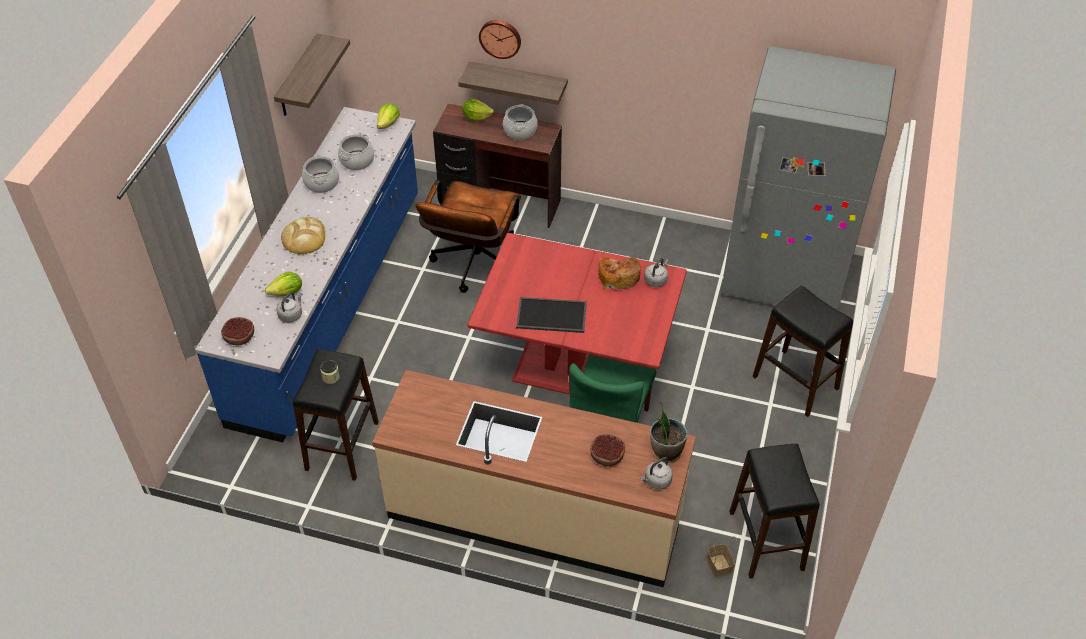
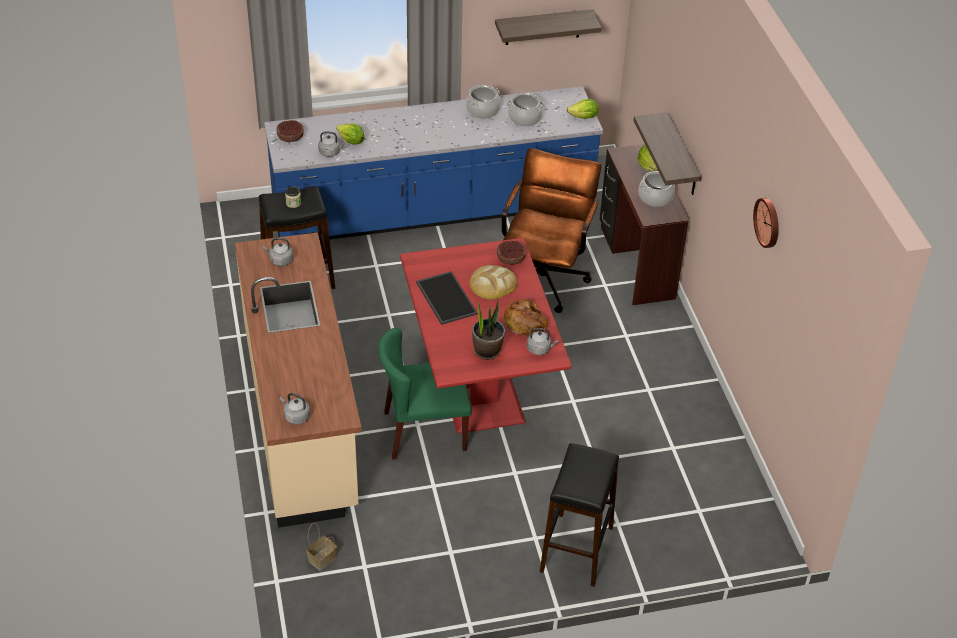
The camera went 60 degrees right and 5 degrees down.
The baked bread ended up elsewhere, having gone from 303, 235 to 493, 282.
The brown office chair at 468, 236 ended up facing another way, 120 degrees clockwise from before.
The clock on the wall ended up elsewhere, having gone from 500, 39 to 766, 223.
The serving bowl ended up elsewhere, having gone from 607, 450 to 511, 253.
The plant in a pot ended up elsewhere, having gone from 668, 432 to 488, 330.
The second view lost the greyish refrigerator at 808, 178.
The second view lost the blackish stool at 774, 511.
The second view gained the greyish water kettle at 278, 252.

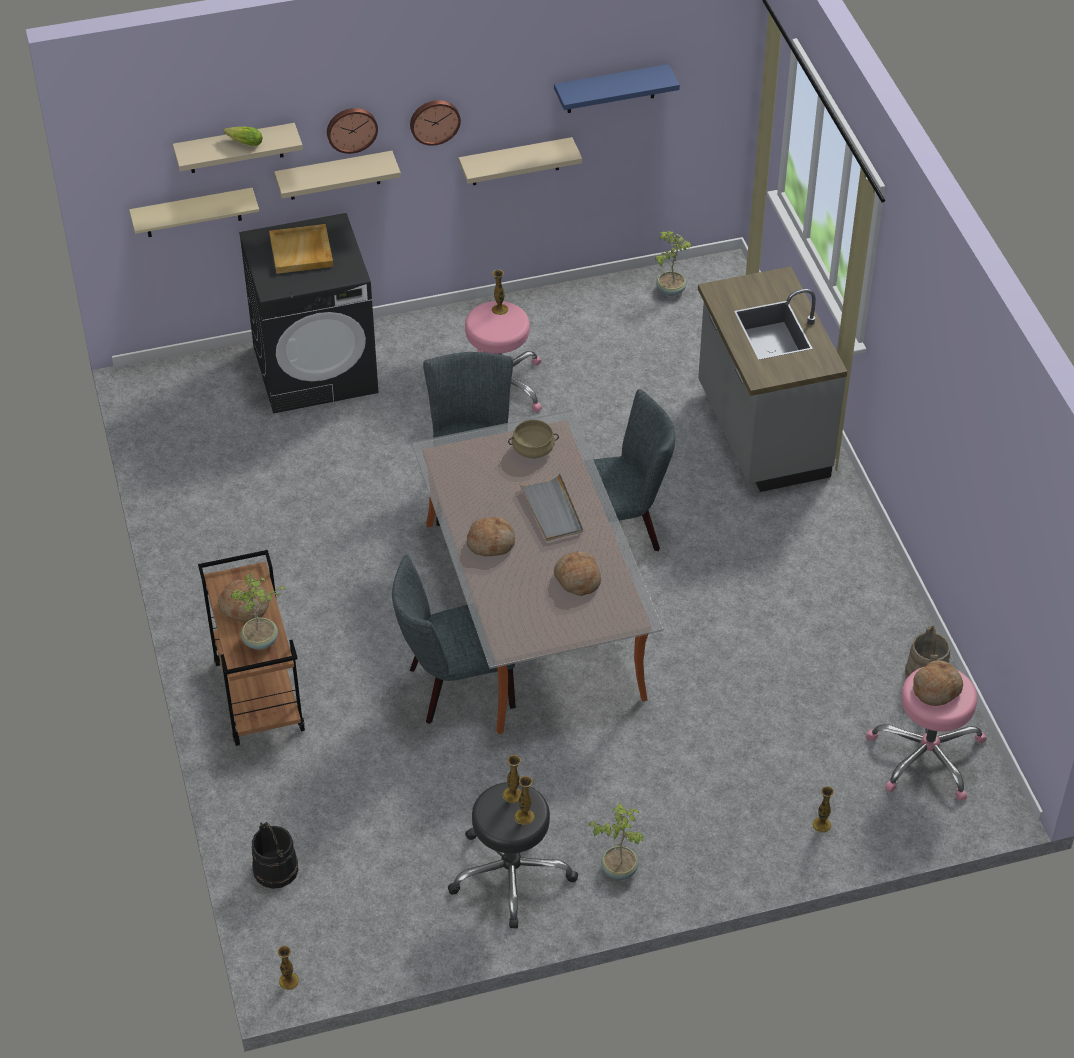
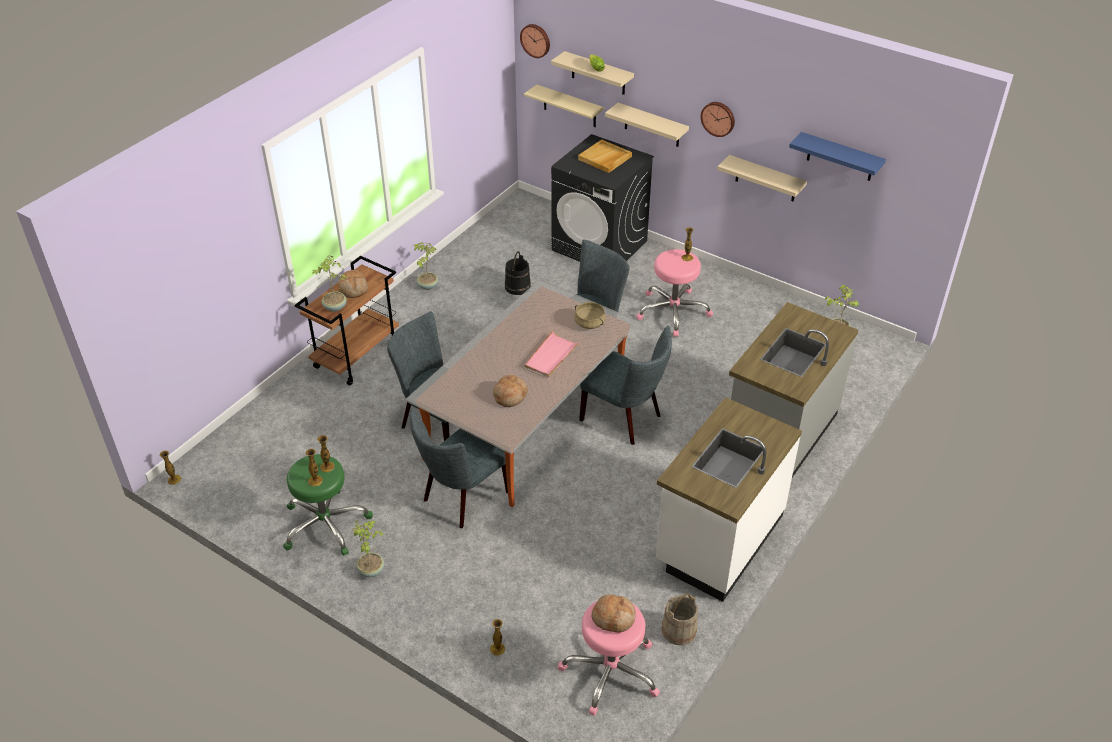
The camera went 50 degrees right and 5 degrees down.
The blackish bucket ended up elsewhere, having gone from 275, 855 to 518, 273.
The clock on the wall ended up elsewhere, having gone from 352, 131 to 535, 41.
What was the blackish stool at 513, 855 turned into the greenish stool at 328, 505.
The second view lost the baked bread at 491, 536.
What was the greyish carrying tray at 551, 507 turned into the pink carrying tray at 552, 354.
The second view gained the greyish plain chair at 459, 468.
The second view gained the plant in a pot at 425, 266.
The second view gained the white kitchen base unit at 729, 499.

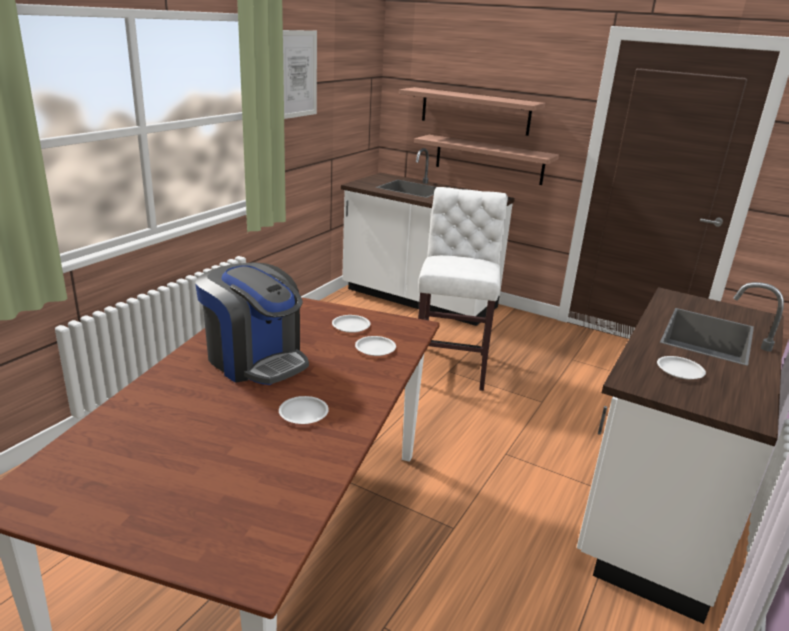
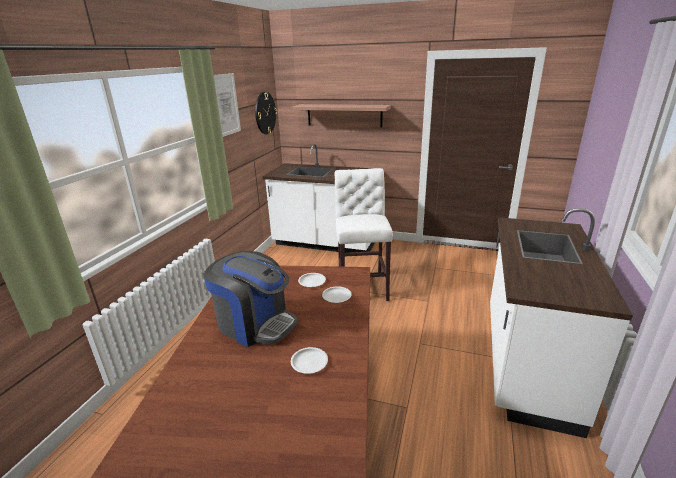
The camera went 10 degrees left and 0 degrees up.
The second view lost the shelf at 486, 160.
The second view lost the white plate at 681, 367.
The second view gained the clock on the wall at 266, 113.

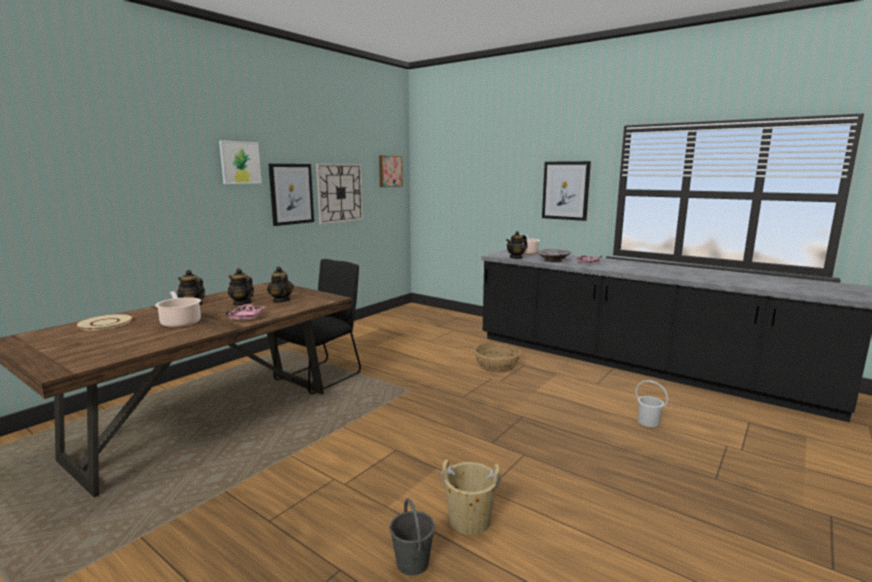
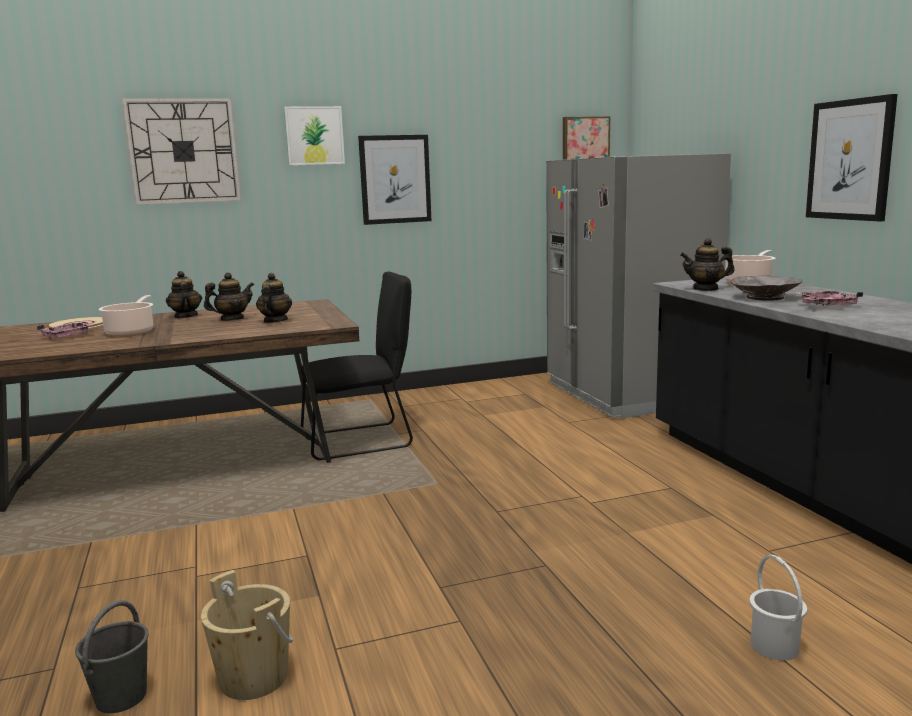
The camera went 35 degrees right and 0 degrees up.
The pink carrying tray ended up elsewhere, having gone from 246, 312 to 64, 330.
The teapot at 241, 287 ended up facing another way, 75 degrees clockwise from before.
The clock on the wall ended up elsewhere, having gone from 340, 194 to 181, 151.
The second view lost the storage basket at 497, 358.
The second view gained the greyish refrigerator at 638, 285.

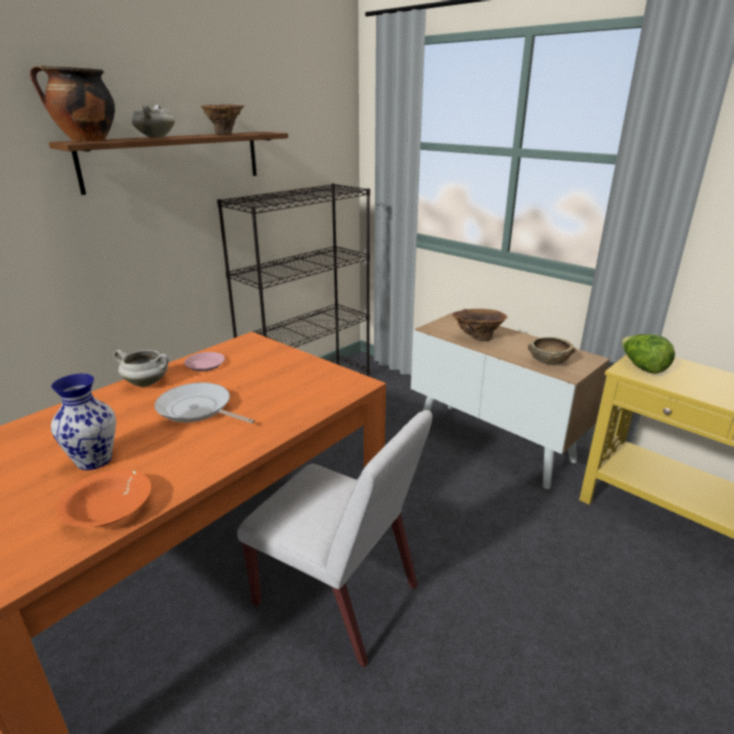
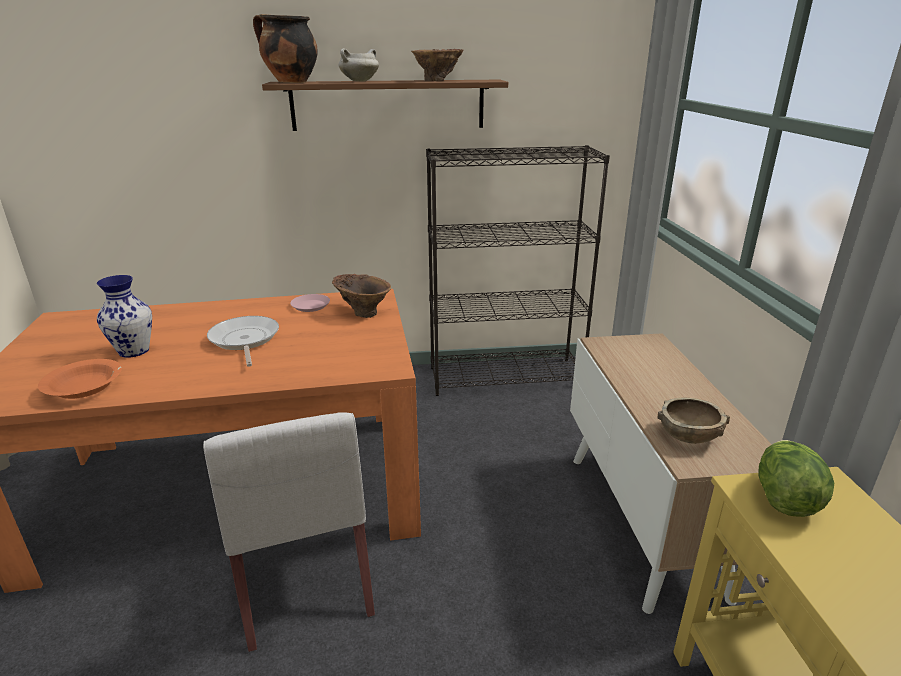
The camera went 40 degrees right and 0 degrees up.
The second view lost the white saucepot at 141, 368.
The brown vase ended up elsewhere, having gone from 480, 325 to 361, 296.

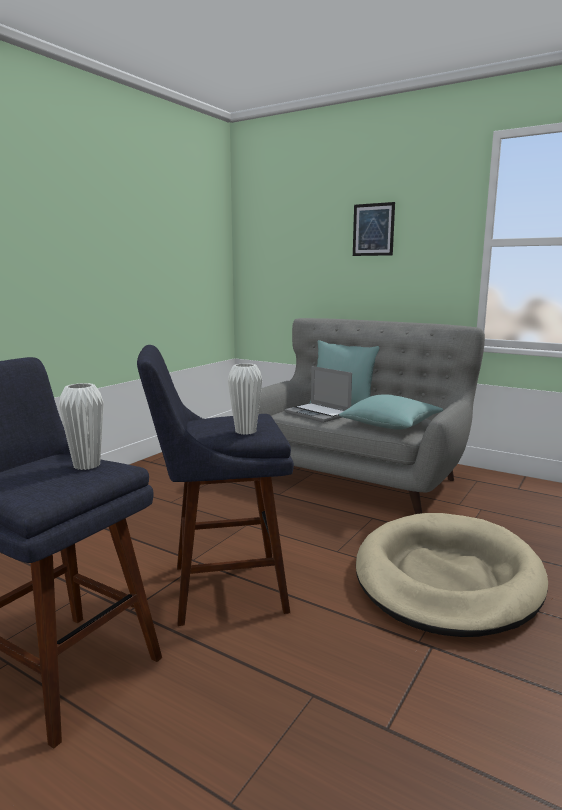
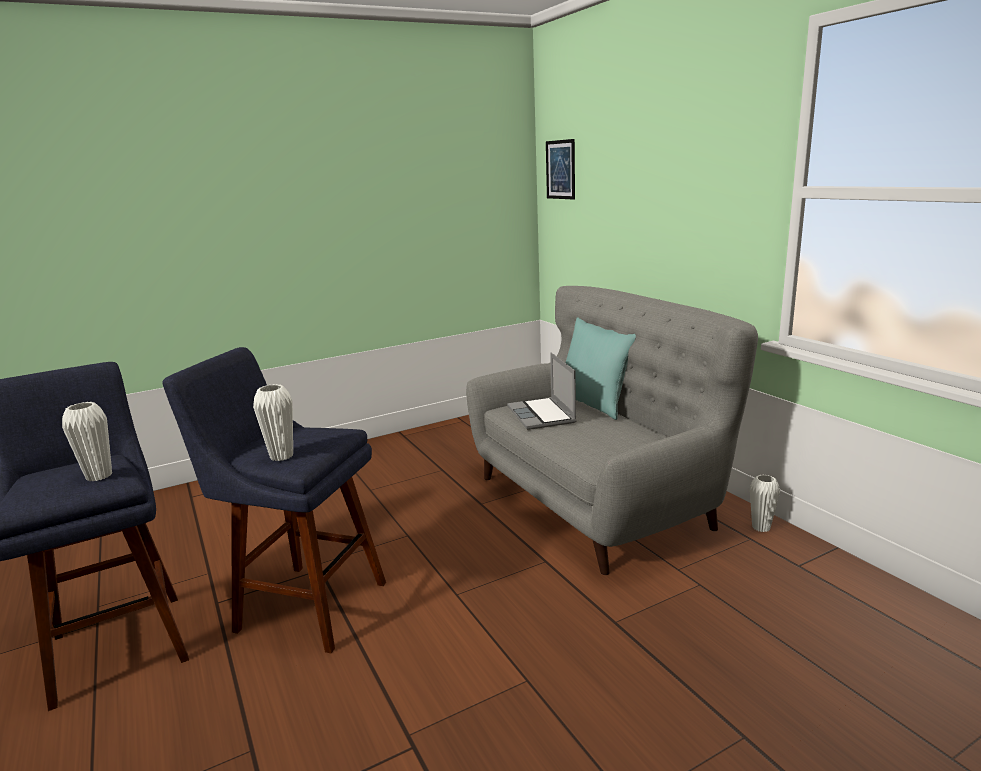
The camera went 30 degrees right and 5 degrees up.
The second view lost the blue-green cushion at 391, 412.
The wall picture ended up elsewhere, having gone from 374, 229 to 560, 169.
The second view lost the beige-coloured dog bed at 452, 575.
The second view gained the white vase at 765, 503.

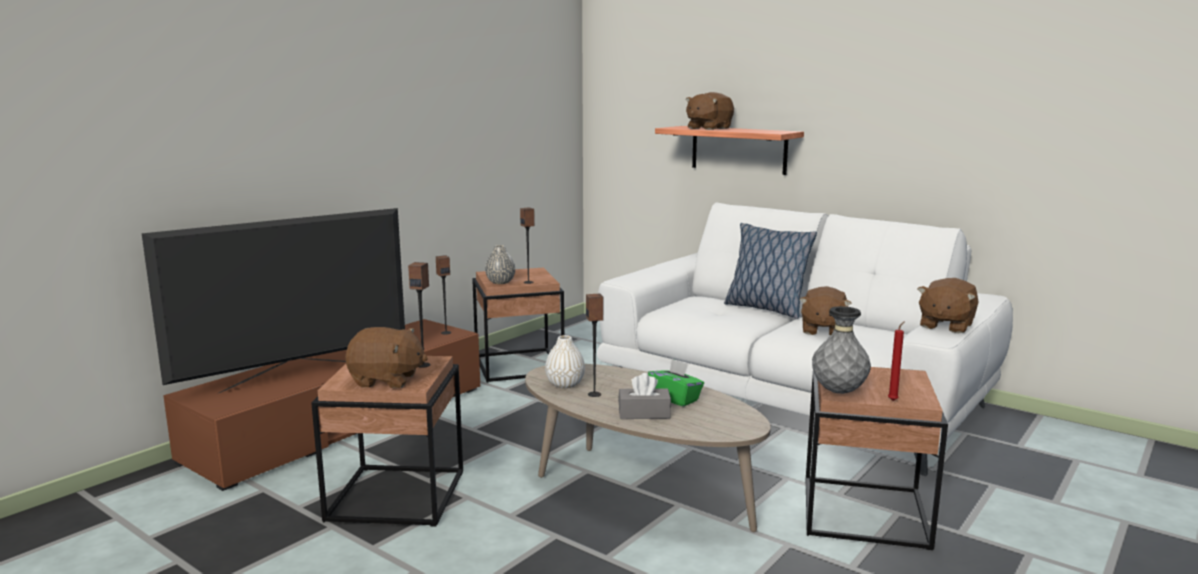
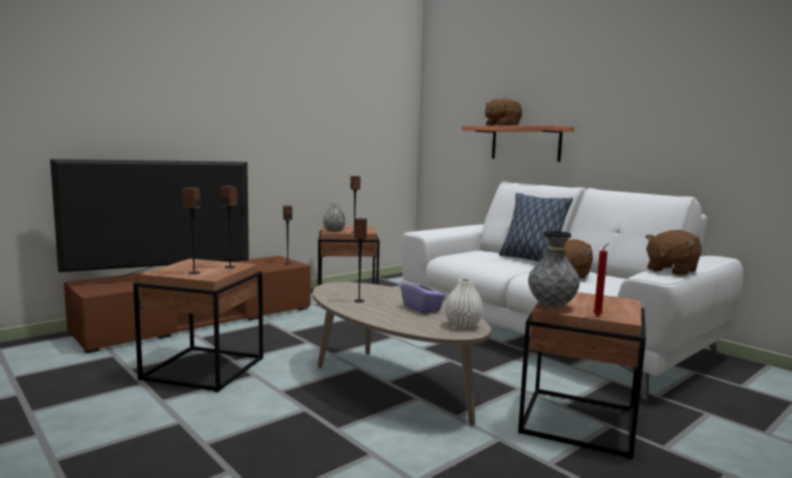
The camera went 10 degrees right and 5 degrees down.
Where the brown cuddly toy stood at 386, 357, the audio speaker came to stand at 191, 230.
The white vase ended up elsewhere, having gone from 565, 361 to 464, 303.
The second view lost the greyish tissue holder at 644, 396.
What was the greenish tissue holder at 676, 382 turned into the purple tissue holder at 423, 295.

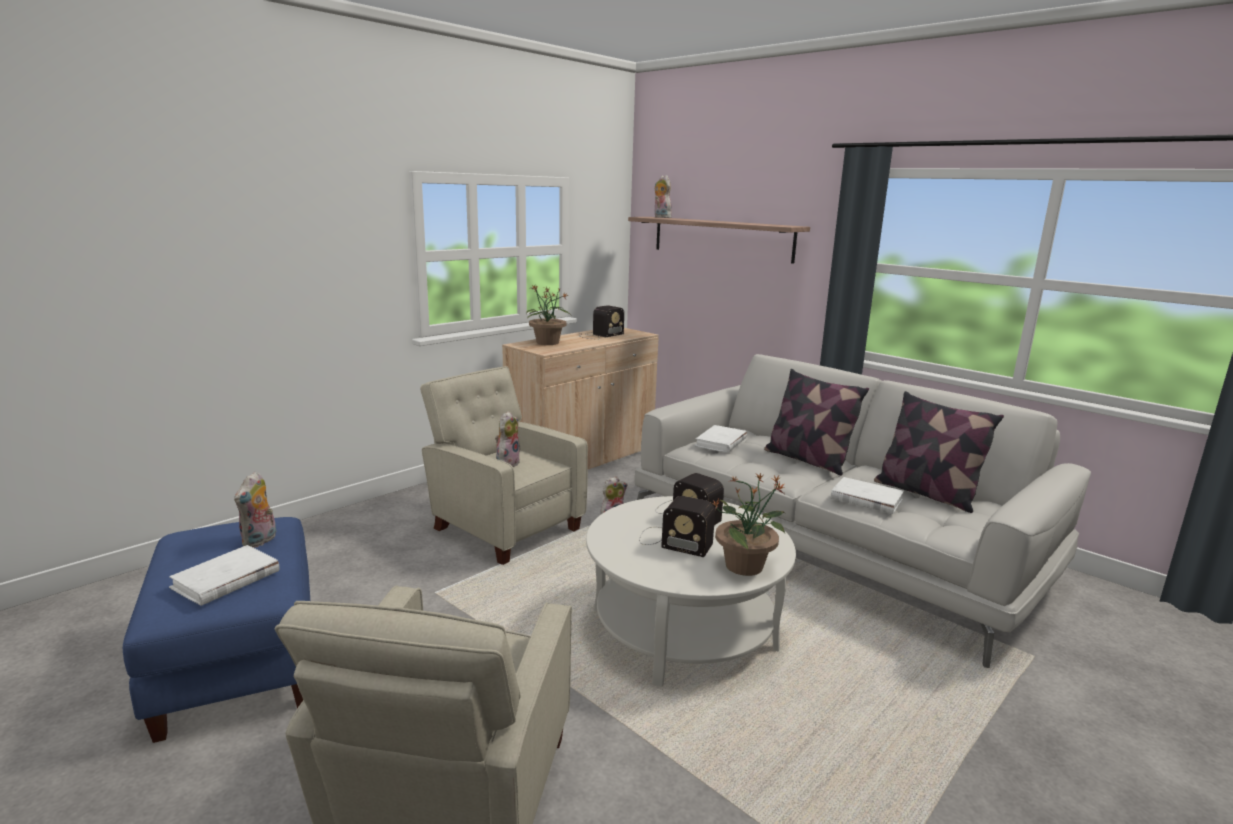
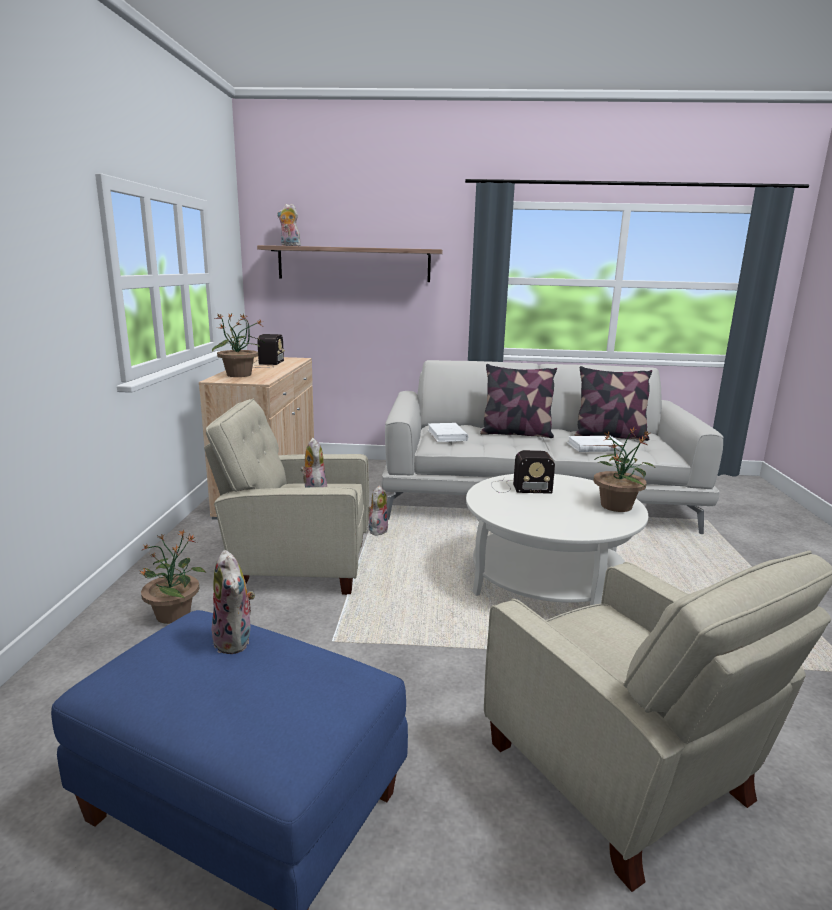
The camera went 40 degrees left and 0 degrees up.
The second view lost the white volume at 224, 575.
The second view lost the radio at 677, 526.
The second view gained the plant in a pot at 172, 576.

